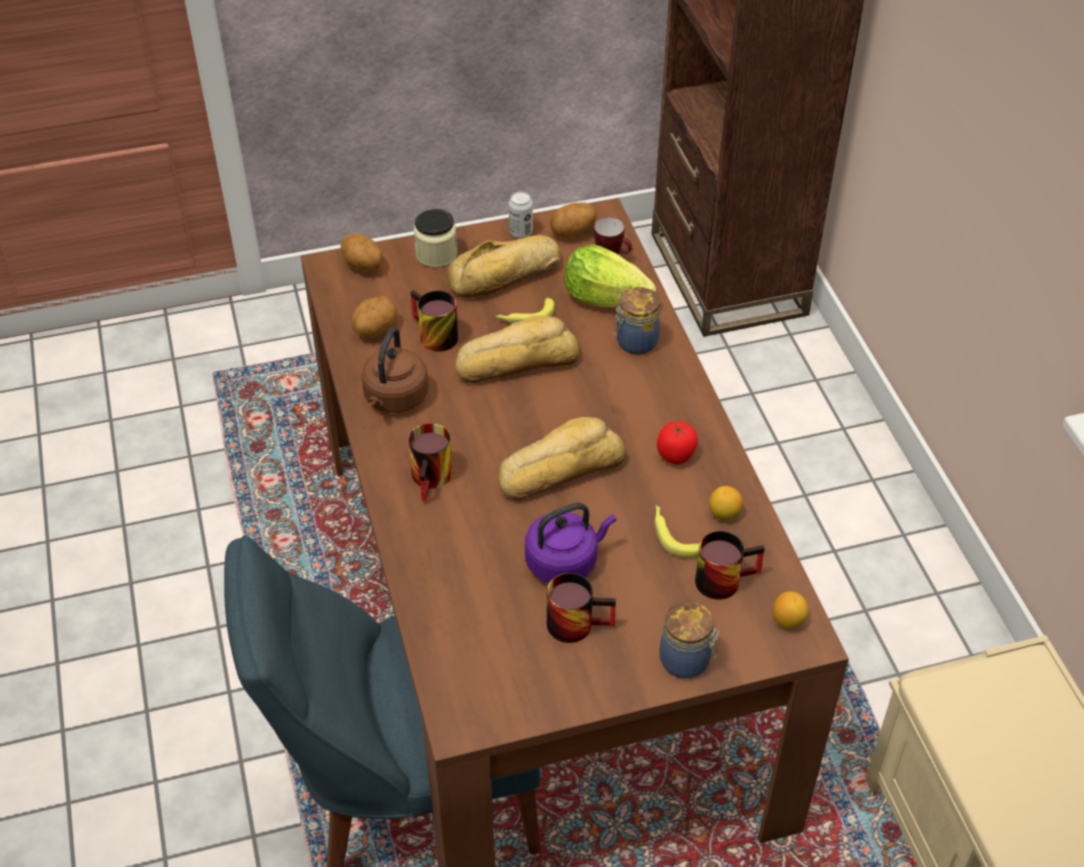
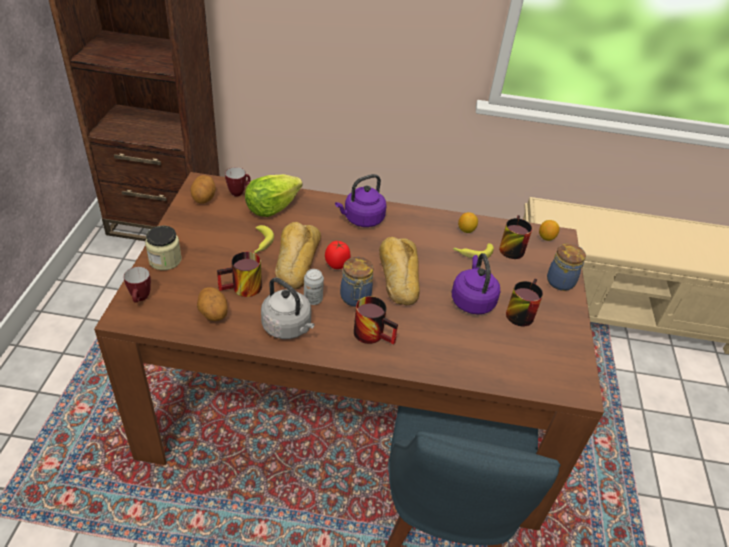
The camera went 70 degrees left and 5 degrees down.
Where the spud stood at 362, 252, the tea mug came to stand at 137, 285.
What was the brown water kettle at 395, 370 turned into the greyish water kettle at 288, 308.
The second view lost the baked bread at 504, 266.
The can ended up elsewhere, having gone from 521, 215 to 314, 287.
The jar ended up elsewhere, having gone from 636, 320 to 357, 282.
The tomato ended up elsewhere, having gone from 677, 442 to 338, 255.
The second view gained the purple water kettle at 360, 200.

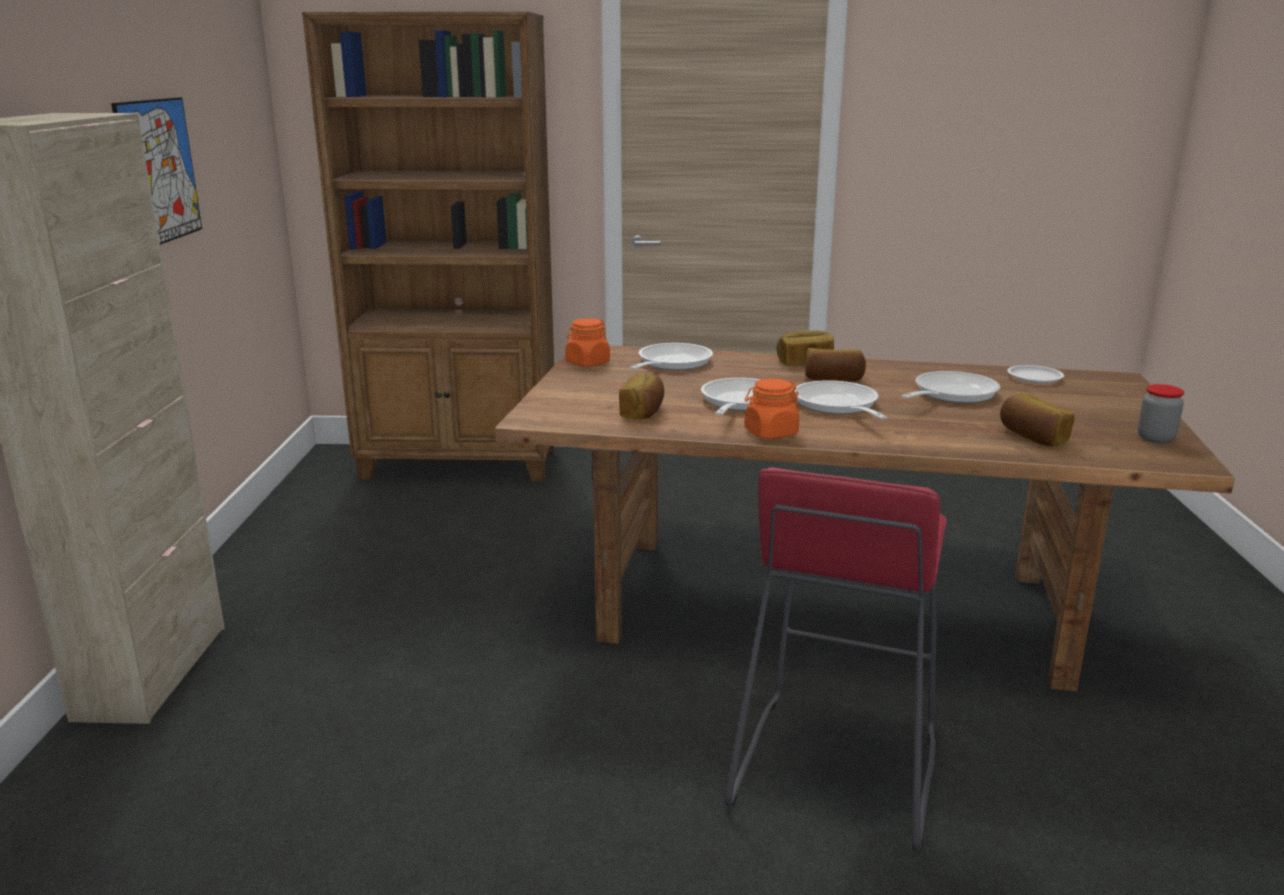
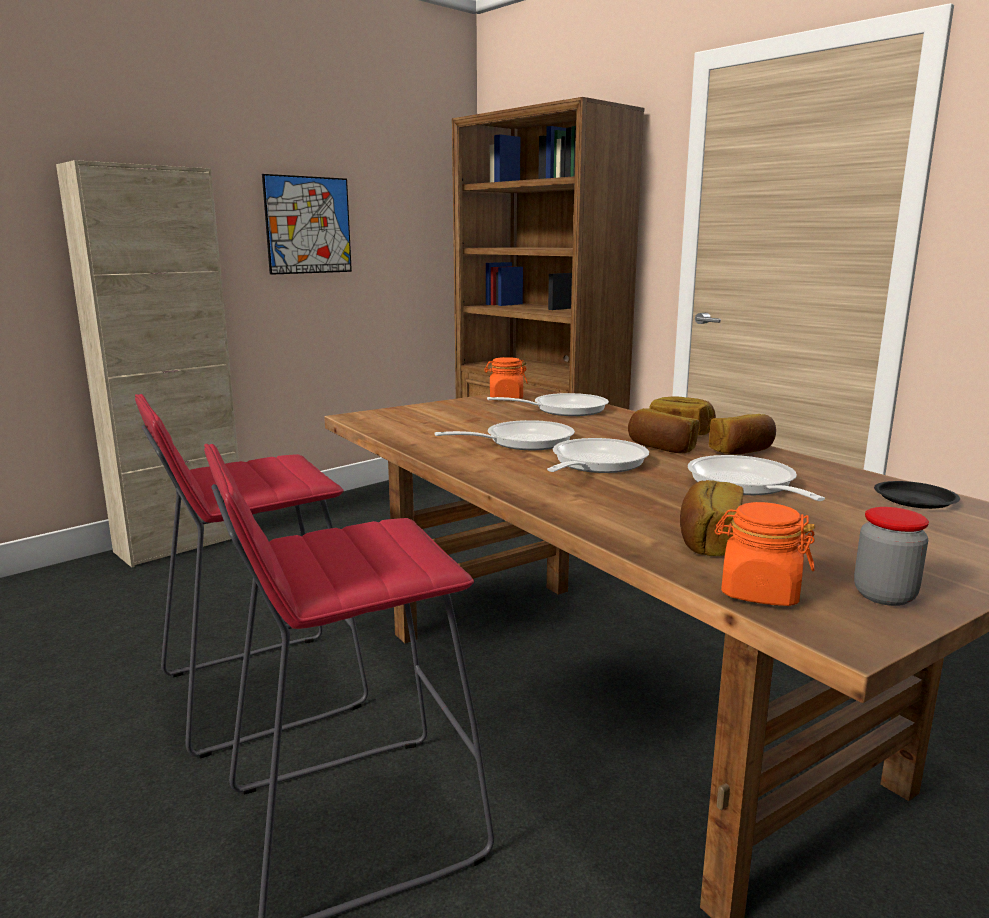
The camera went 45 degrees right and 5 degrees down.
The baked bread ended up elsewhere, having gone from 641, 396 to 742, 434.
The orange-coloured jar ended up elsewhere, having gone from 771, 408 to 765, 554.
The pan at 951, 387 ended up facing another way, 105 degrees counterclockwise from before.
What was the white plate at 1035, 374 turned into the blackish plate at 917, 495.
The second view gained the red stool at 251, 576.

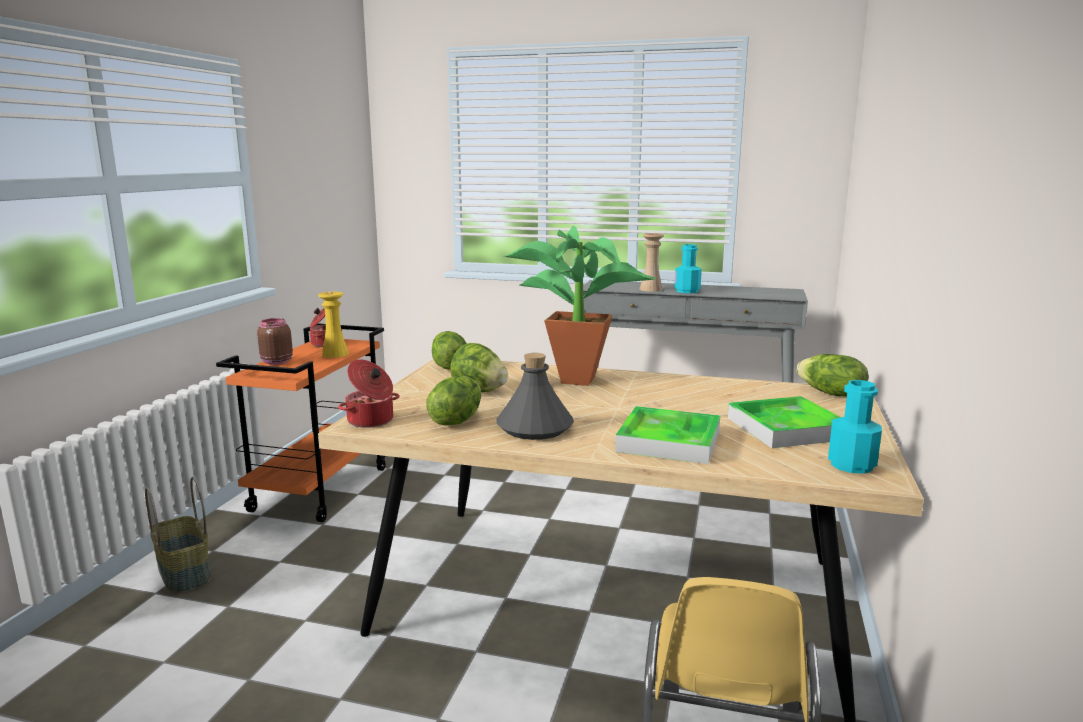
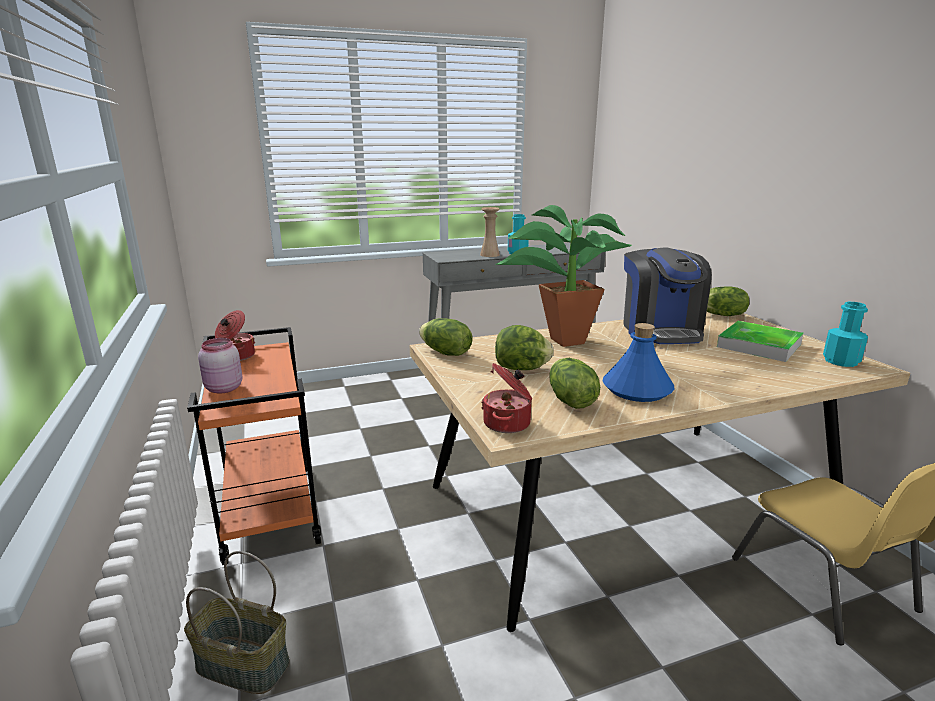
The camera went 35 degrees left and 5 degrees up.
What was the brown jar at 275, 341 turned into the pink jar at 220, 366.
The second view lost the yellow vase at 333, 325.
What was the greyish beverage bottle at 535, 396 turned into the bluish beverage bottle at 639, 362.
The second view lost the carrying tray at 667, 435.
The second view gained the coffee maker at 667, 296.

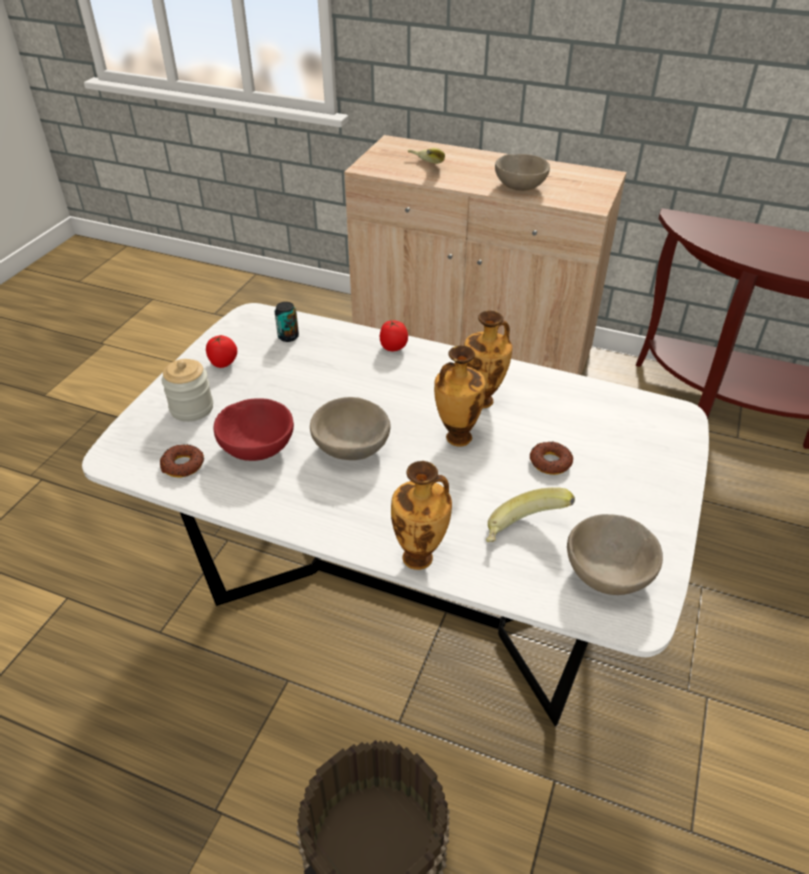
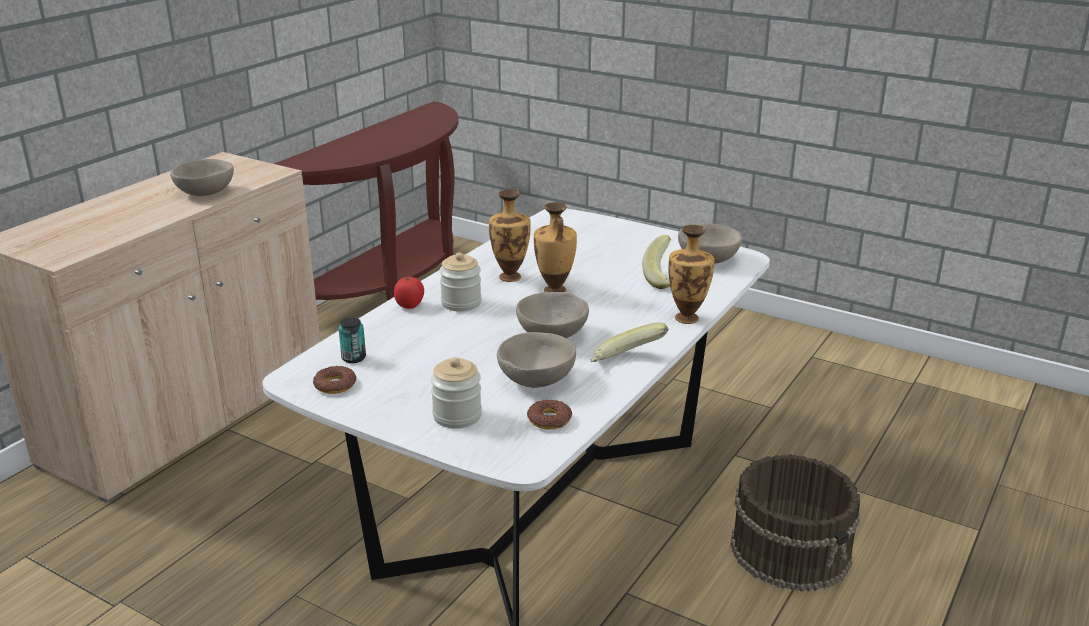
The camera went 80 degrees left and 15 degrees down.
The second view lost the tomato at 221, 351.
What was the red serving bowl at 253, 429 turned into the beige-coloured serving bowl at 536, 360.
The banana fruit ended up elsewhere, having gone from 426, 156 to 629, 342.
The ring doughnut ended up elsewhere, having gone from 551, 458 to 335, 380.
The second view gained the jar at 460, 282.

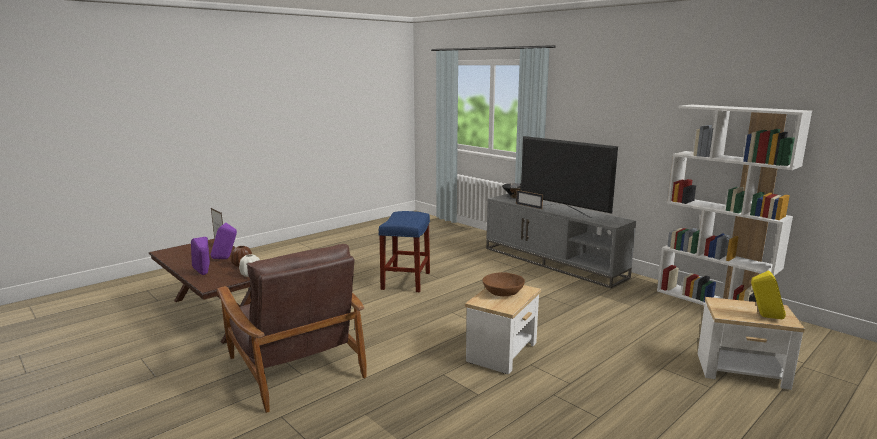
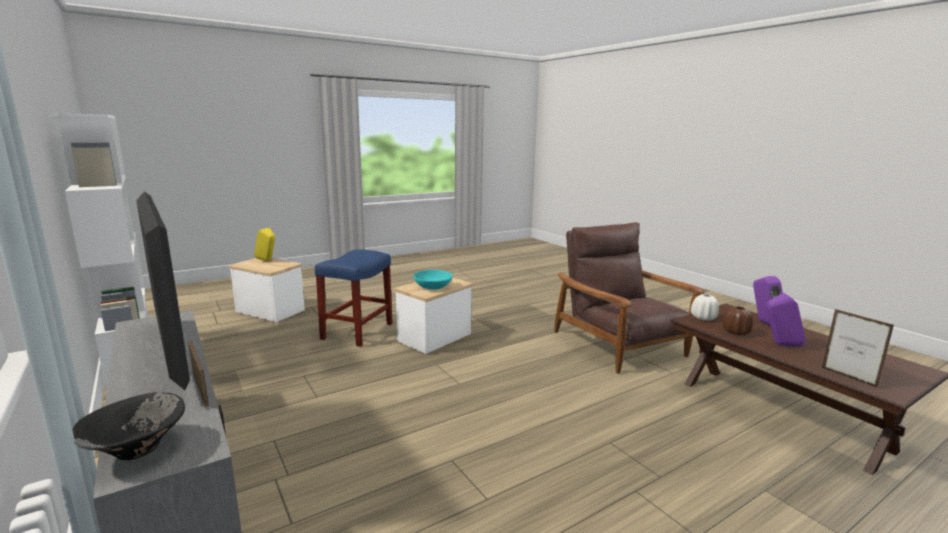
The camera went 170 degrees left and 0 degrees up.
The bluish stool ended up elsewhere, having gone from 404, 251 to 354, 298.
What was the brown serving bowl at 503, 284 turned into the blue-green serving bowl at 433, 280.

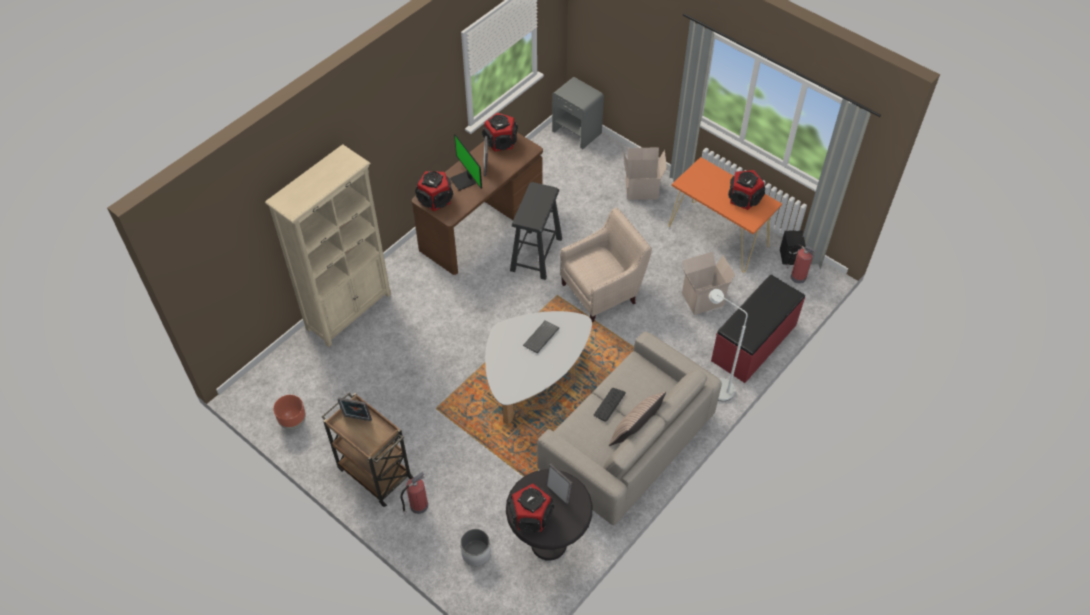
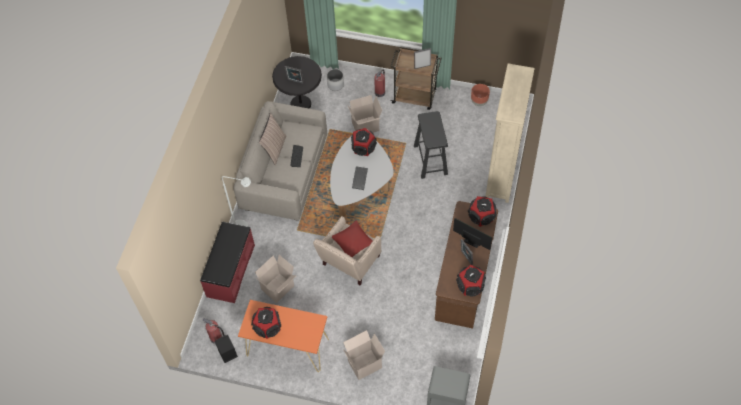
The camera went 155 degrees right and 5 degrees up.
The audio speaker ended up elsewhere, having gone from 531, 508 to 364, 142.
The blackish stool ended up elsewhere, having gone from 536, 231 to 431, 145.
The second view gained the red cushion at 352, 239.
The second view gained the carton at 364, 114.

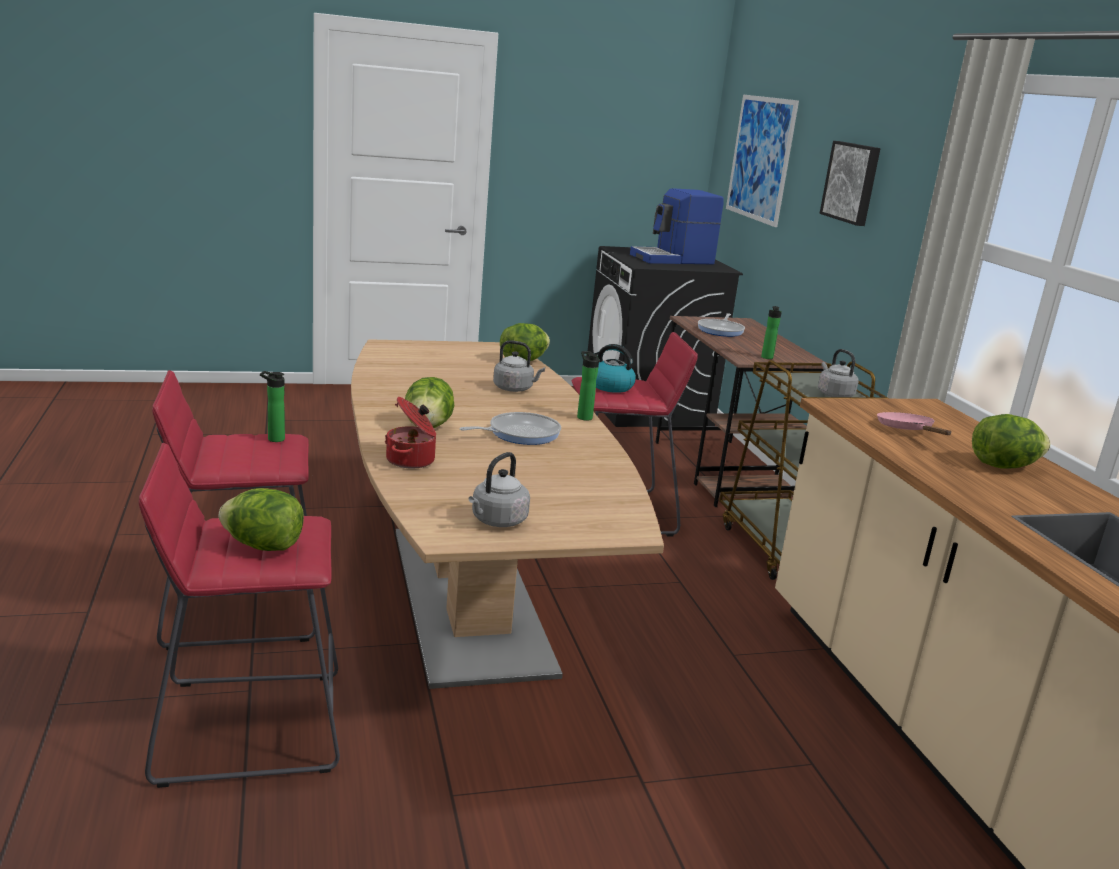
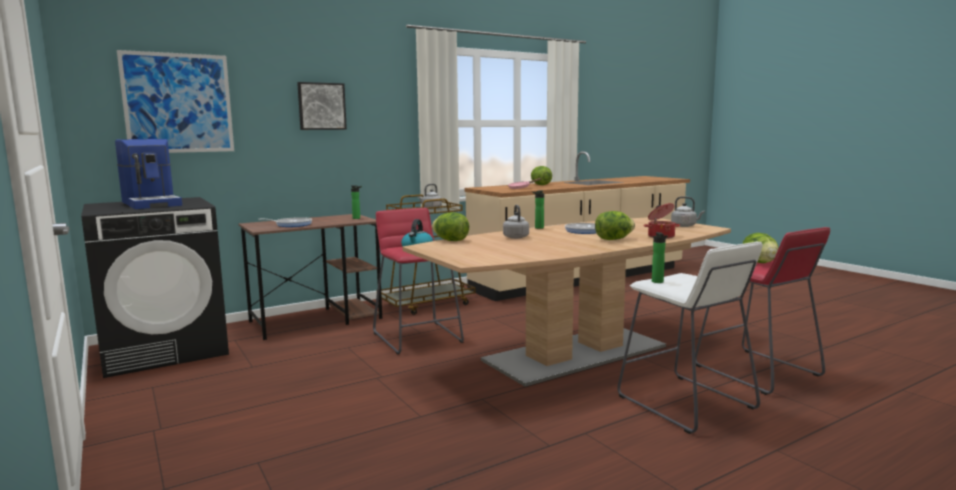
The camera went 105 degrees left and 10 degrees down.
What was the red stool at 233, 510 turned into the white stool at 690, 338.

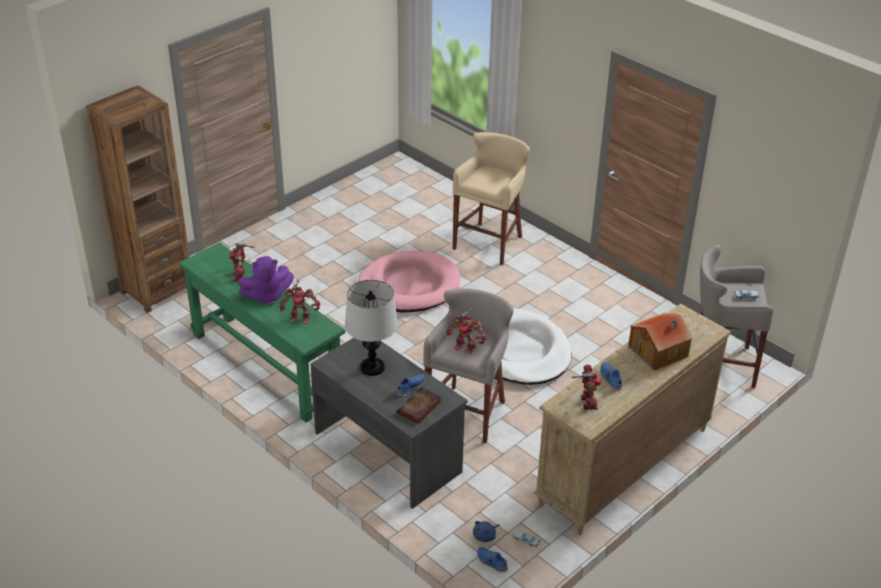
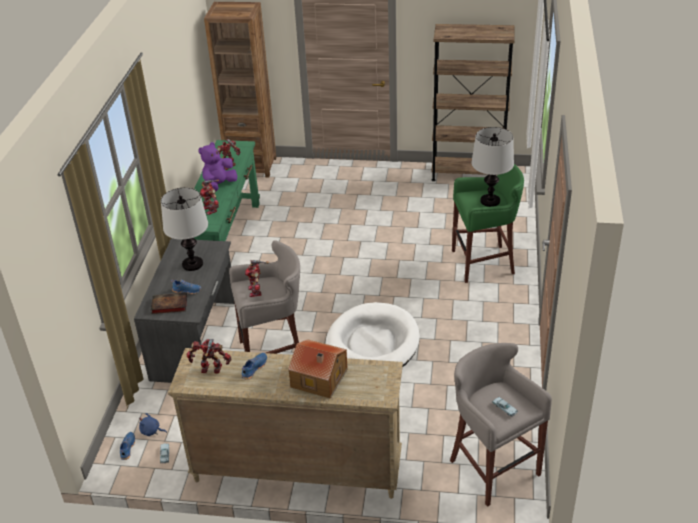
The camera went 55 degrees right and 0 degrees up.
The purple cuddly toy at 266, 281 ended up facing another way, 90 degrees clockwise from before.
The second view lost the pink dog bed at 409, 281.
What was the beige-coloured stool at 491, 198 turned into the greenish stool at 488, 223.
The robot figure at 586, 387 ended up facing another way, 135 degrees counterclockwise from before.
The second view gained the brown bookshelf at 473, 102.
The second view gained the lamp for a table at 493, 167.

